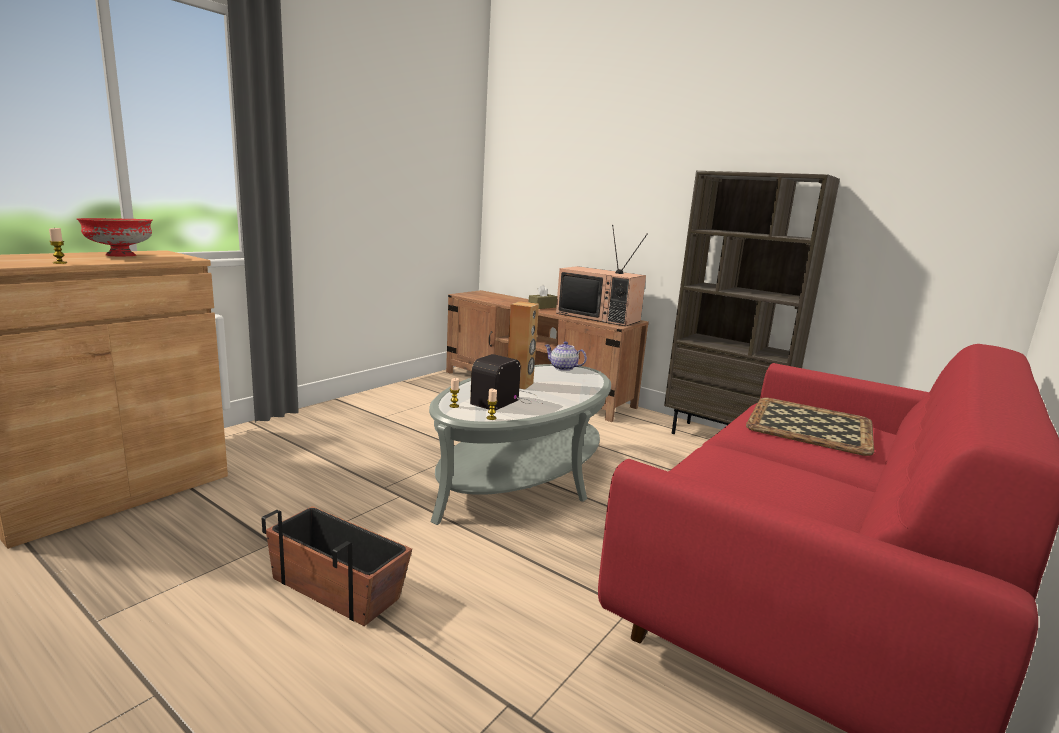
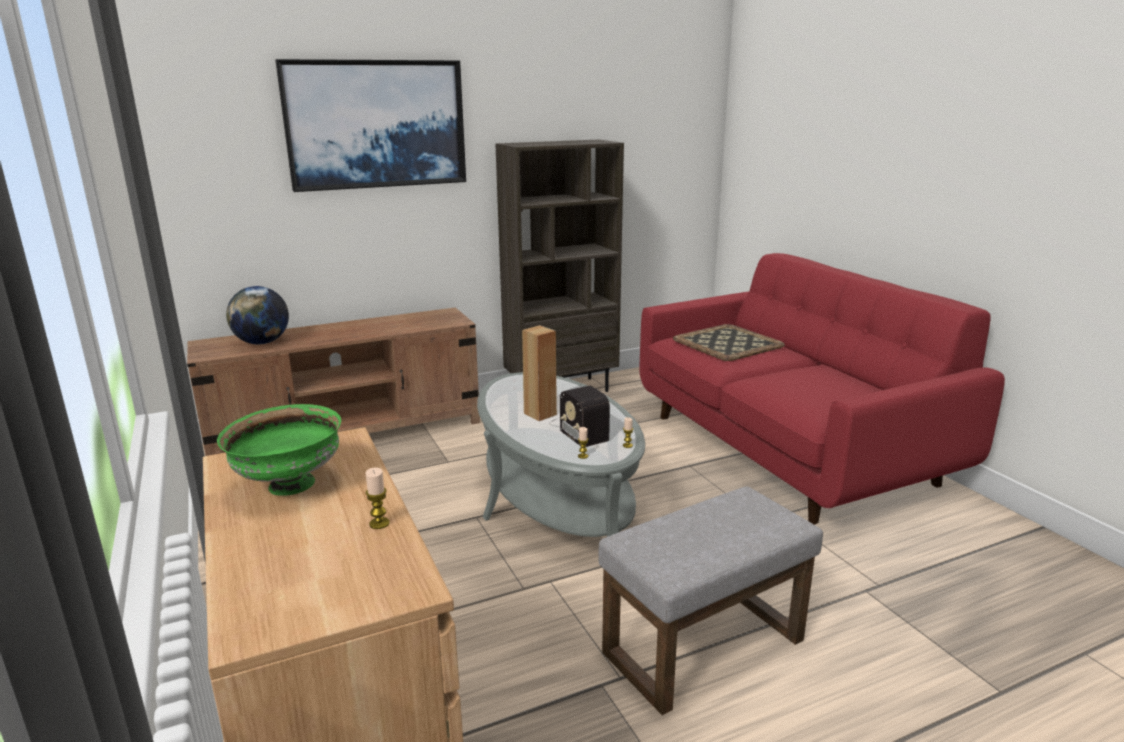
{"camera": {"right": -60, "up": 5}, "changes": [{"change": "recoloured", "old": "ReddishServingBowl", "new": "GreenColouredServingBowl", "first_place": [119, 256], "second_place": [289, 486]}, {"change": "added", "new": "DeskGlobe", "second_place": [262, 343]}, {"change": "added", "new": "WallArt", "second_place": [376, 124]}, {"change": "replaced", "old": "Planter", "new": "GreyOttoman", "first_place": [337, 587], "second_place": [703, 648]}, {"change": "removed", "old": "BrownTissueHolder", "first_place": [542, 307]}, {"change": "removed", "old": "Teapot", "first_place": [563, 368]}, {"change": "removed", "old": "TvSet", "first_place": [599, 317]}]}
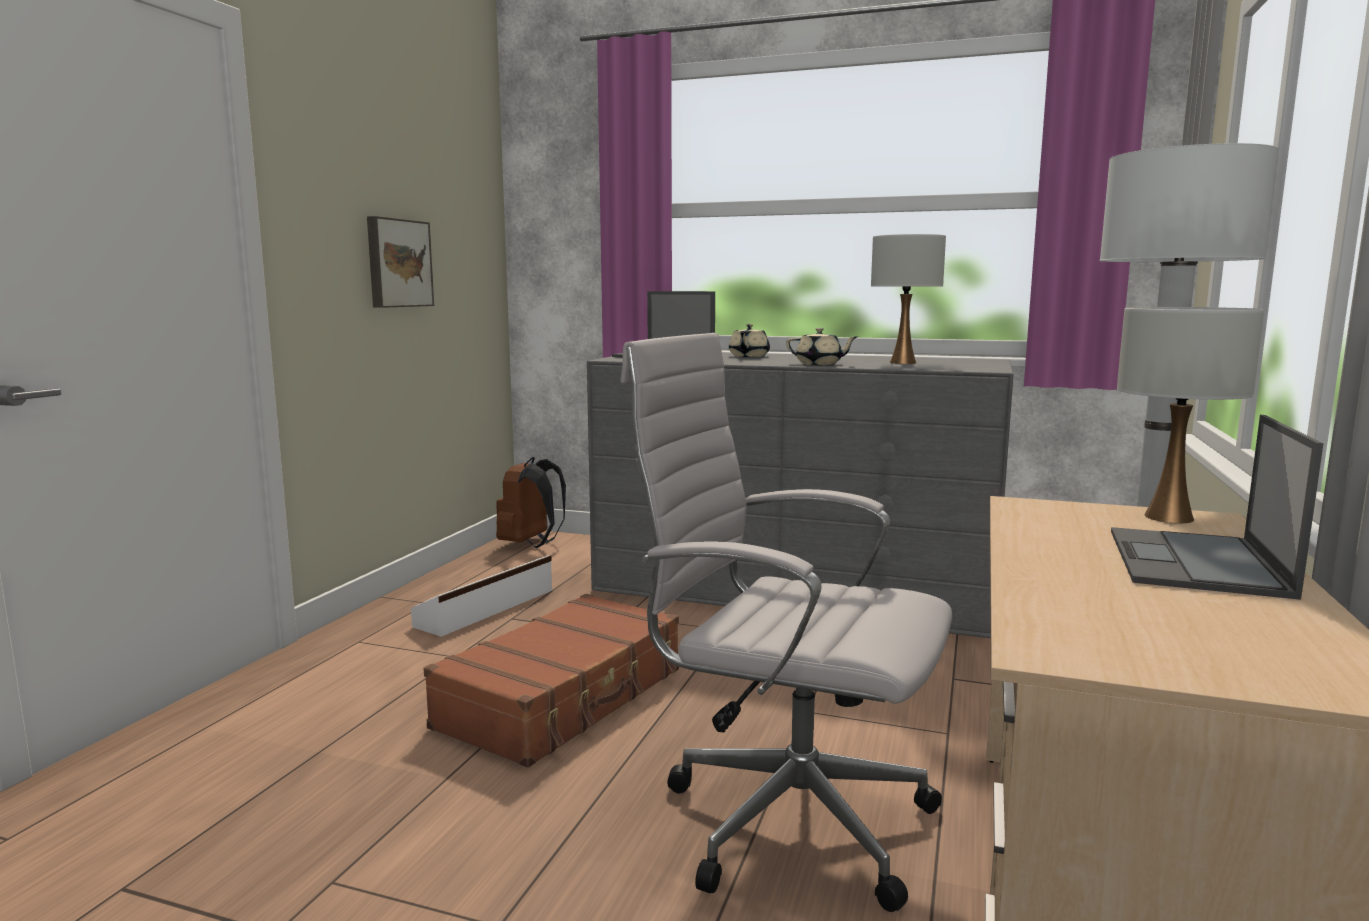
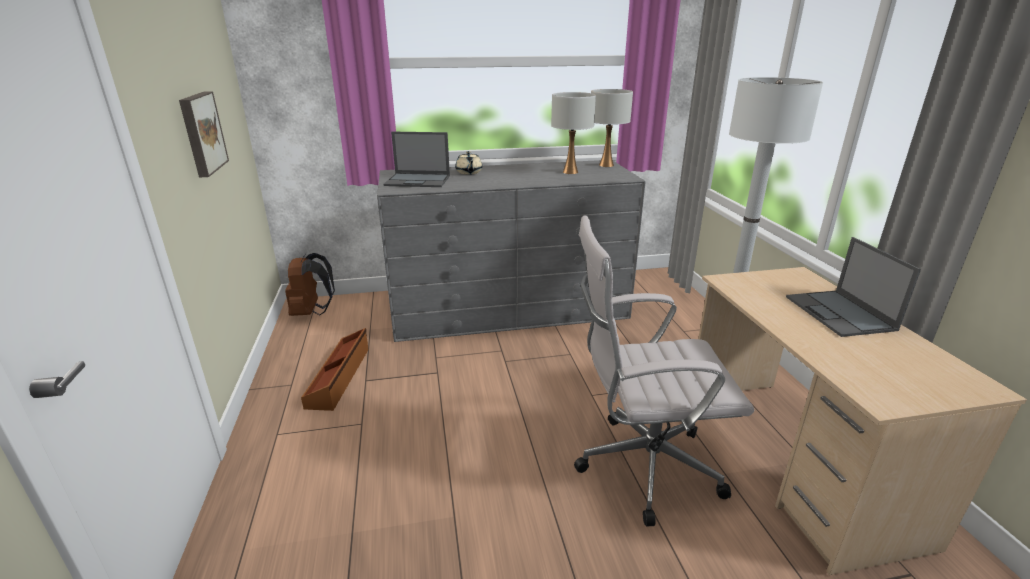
{"camera": {"right": -30, "up": 15}, "changes": [{"change": "recoloured", "old": "WhitishStorageBox", "new": "BrownStorageBox", "first_place": [487, 608], "second_place": [340, 377]}, {"change": "moved", "old": "WhitishTableLamp", "first_place": [1168, 517], "second_place": [606, 165]}, {"change": "removed", "old": "BrownSuitcase", "first_place": [564, 698]}, {"change": "removed", "old": "BeigeColouredTeapot", "first_place": [820, 364]}]}
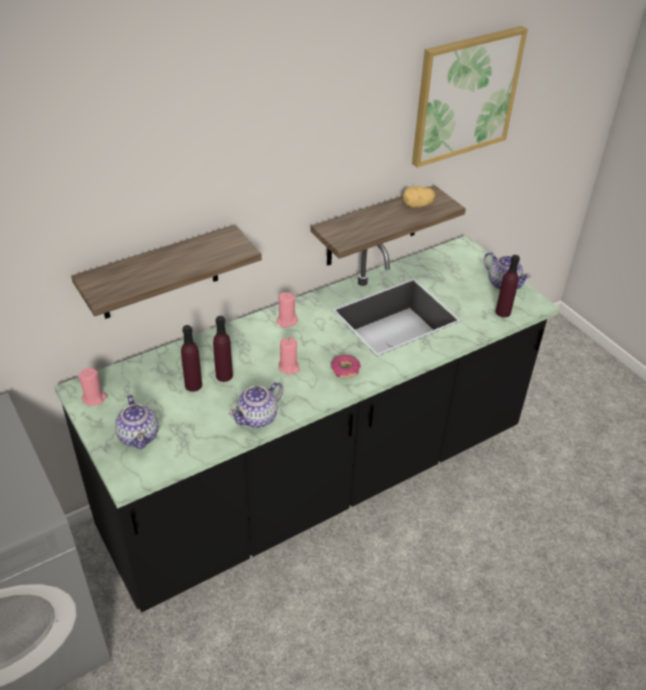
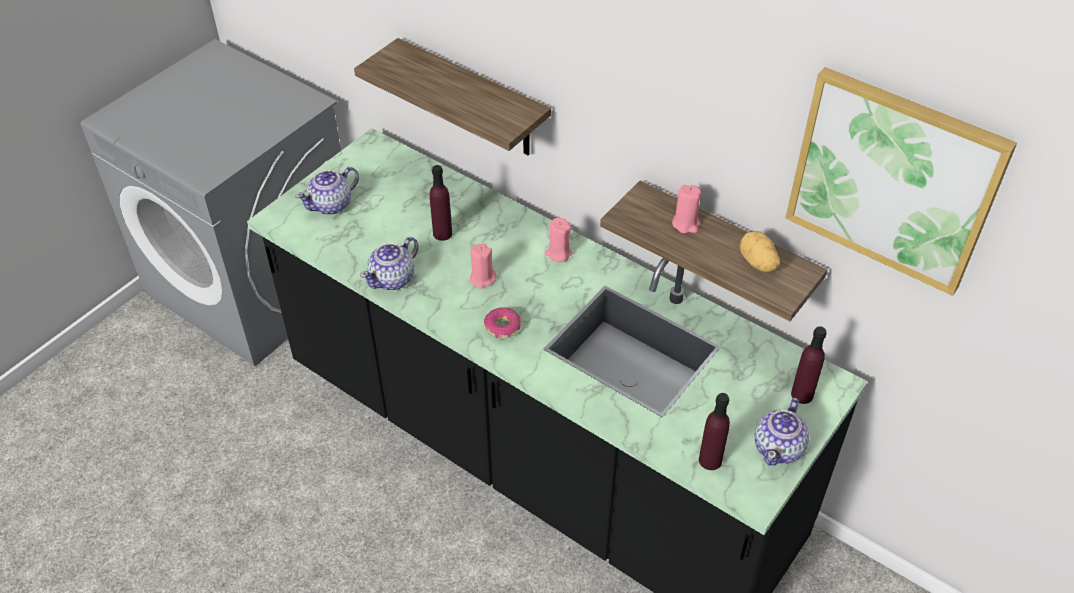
{"camera": {"right": 70, "up": 5}, "changes": [{"change": "turned", "old": "Teapot", "first_place": [258, 417], "second_place": [393, 279], "degrees": -75}, {"change": "moved", "old": "PinkWaxLight", "first_place": [94, 398], "second_place": [686, 224]}, {"change": "moved", "old": "PurpleColouredDrinkBottle", "first_place": [193, 385], "second_place": [802, 395]}]}
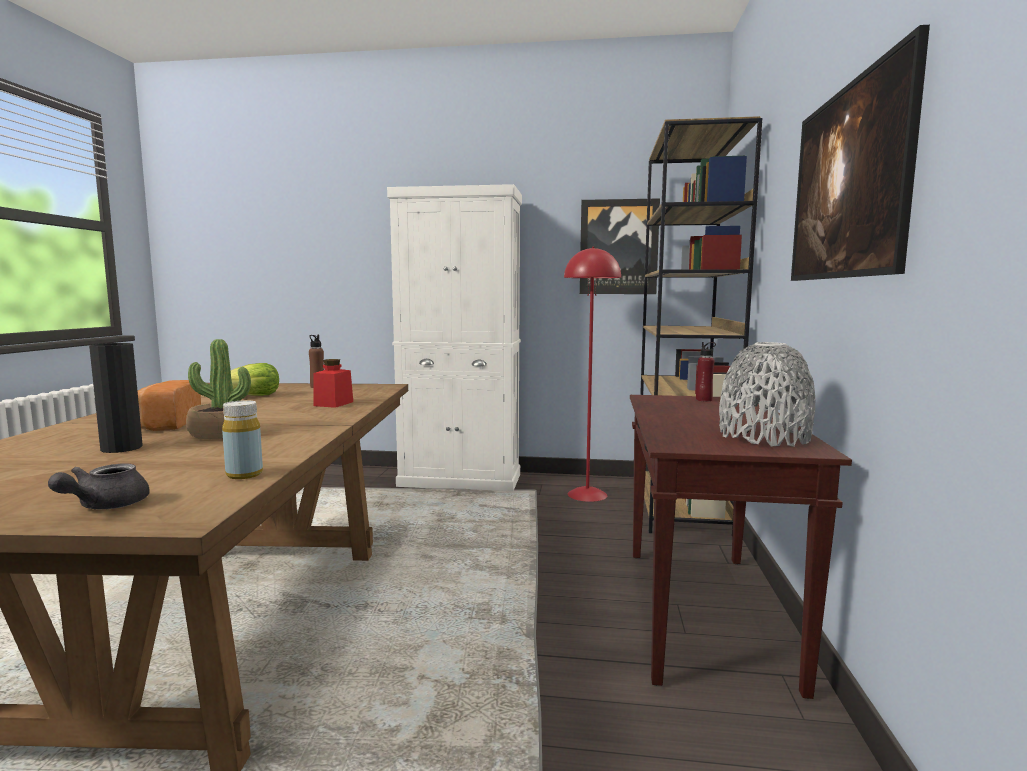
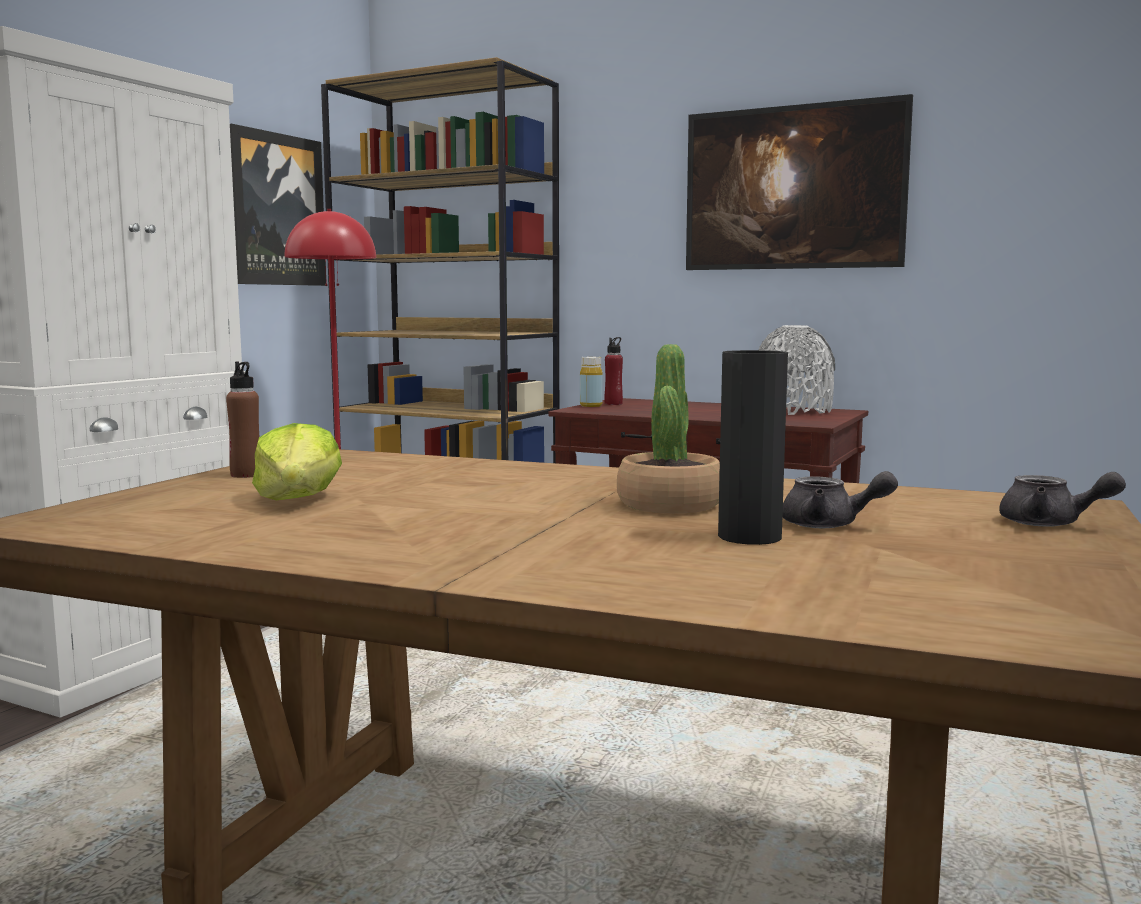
{"camera": {"right": -70, "up": 0}, "changes": [{"change": "moved", "old": "YellowColouredDrinkBottle", "first_place": [244, 474], "second_place": [591, 405]}, {"change": "added", "new": "GreyTeapot", "second_place": [830, 525]}, {"change": "removed", "old": "BakedBread", "first_place": [166, 424]}, {"change": "removed", "old": "ReddishJar", "first_place": [333, 404]}]}
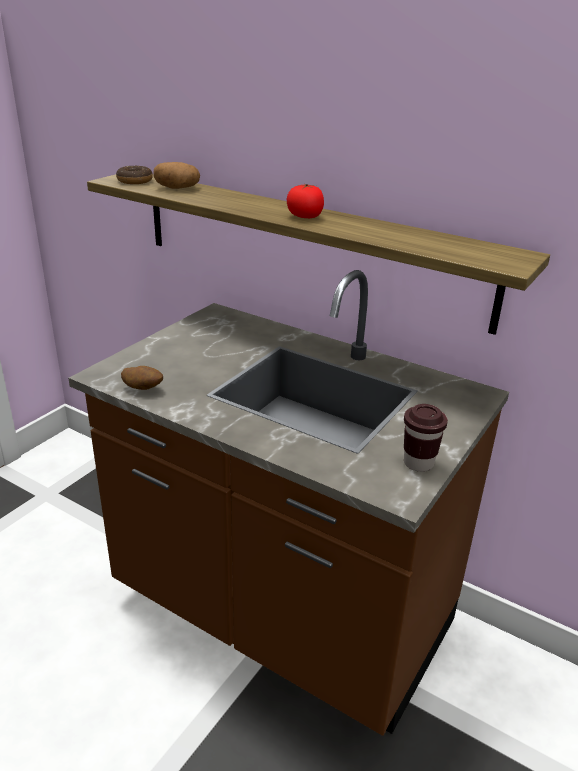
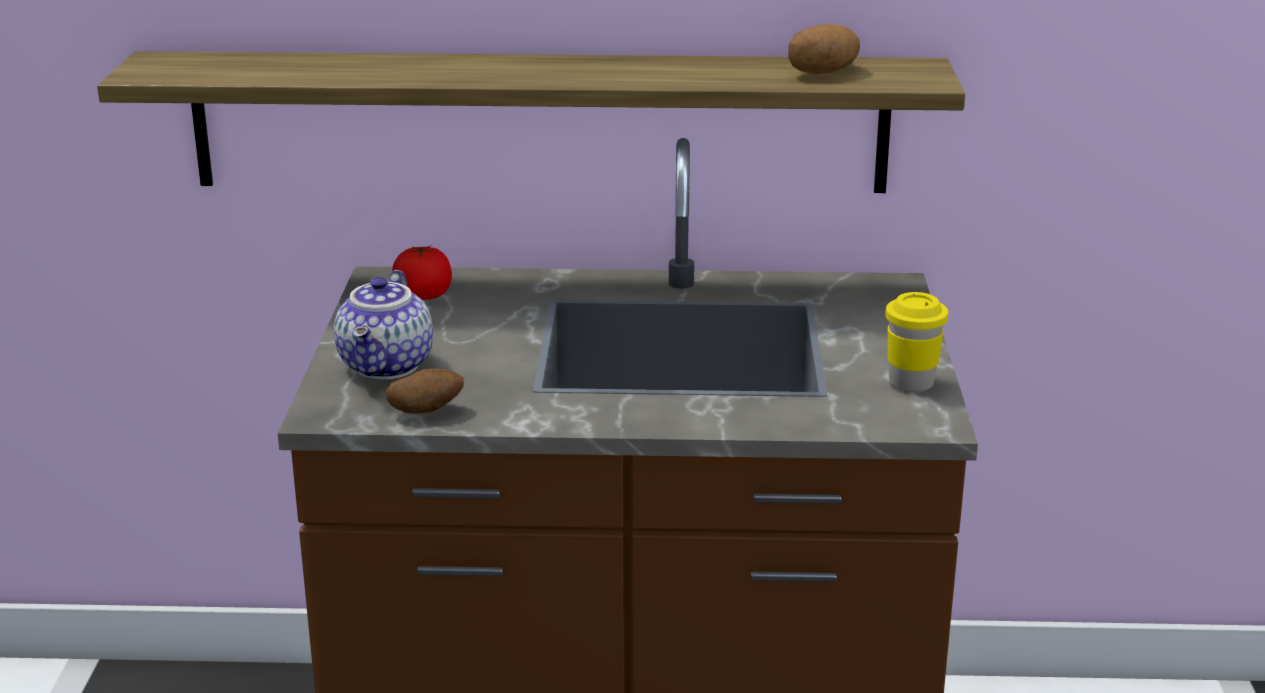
{"camera": {"right": -30, "up": -5}, "changes": [{"change": "added", "new": "Teapot", "second_place": [388, 366]}, {"change": "moved", "old": "FreshTomato", "first_place": [305, 217], "second_place": [423, 296]}, {"change": "moved", "old": "Spud", "first_place": [177, 188], "second_place": [822, 72]}, {"change": "recoloured", "old": "BrownDrinkingCup", "new": "YellowColouredDrinkingCup", "first_place": [418, 463], "second_place": [911, 383]}, {"change": "removed", "old": "Donut", "first_place": [135, 181]}]}
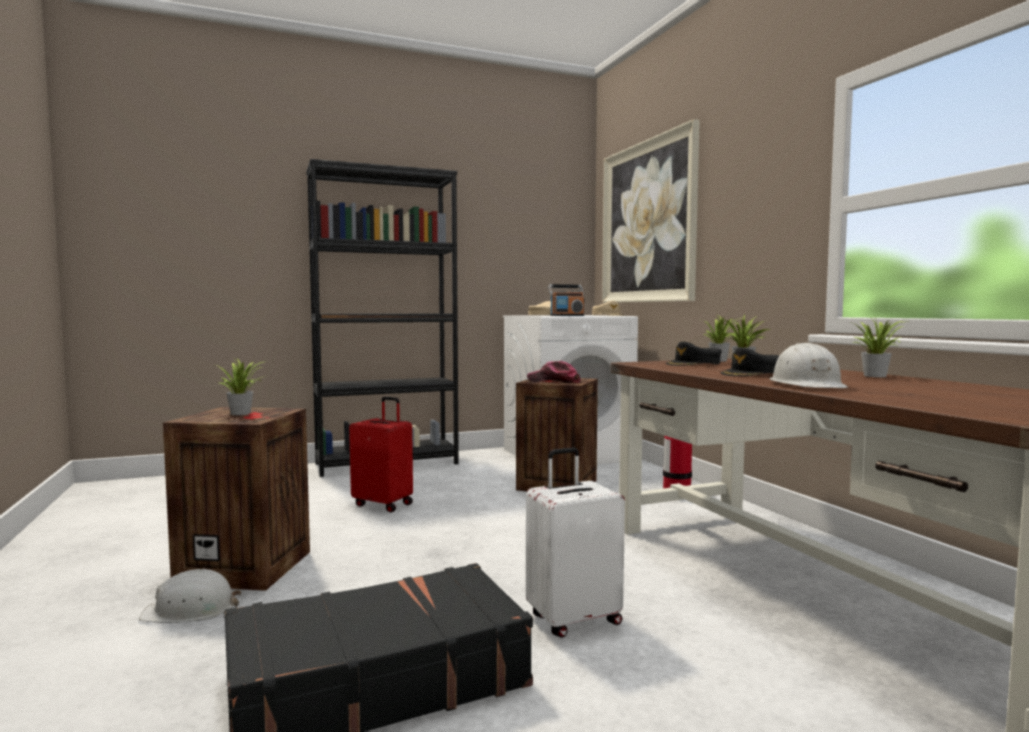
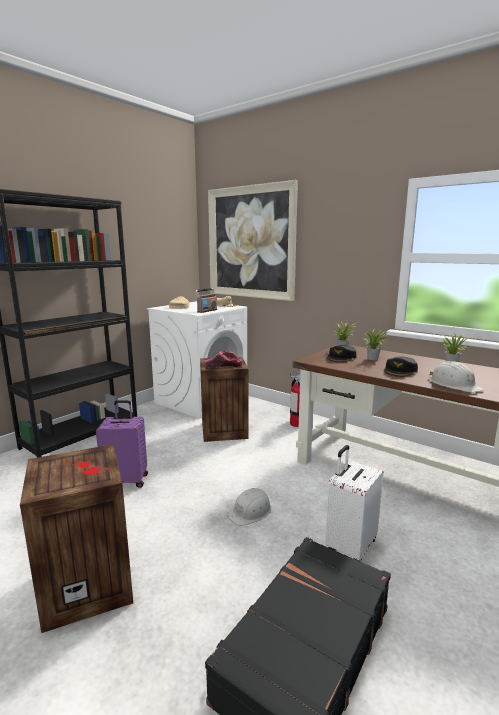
{"camera": {"right": -30, "up": 10}, "changes": [{"change": "recoloured", "old": "ReddishSuitcase", "new": "PurpleColouredSuitcase", "first_place": [384, 504], "second_place": [126, 480]}, {"change": "moved", "old": "WhitishWorkHelmet", "first_place": [190, 610], "second_place": [250, 512]}, {"change": "removed", "old": "PlantInAPot", "first_place": [242, 413]}]}
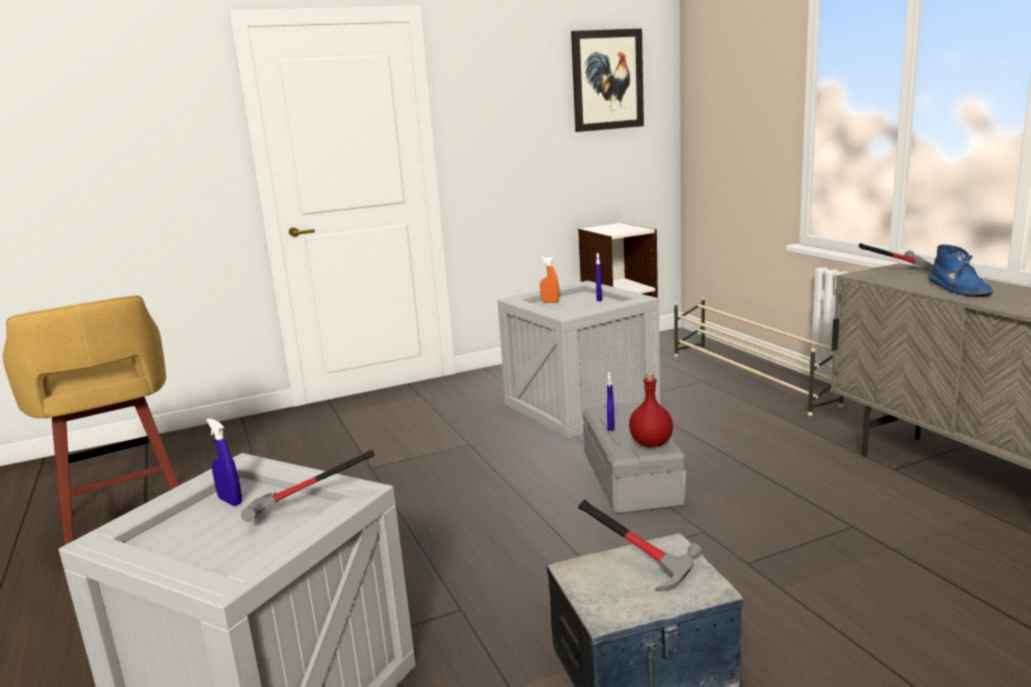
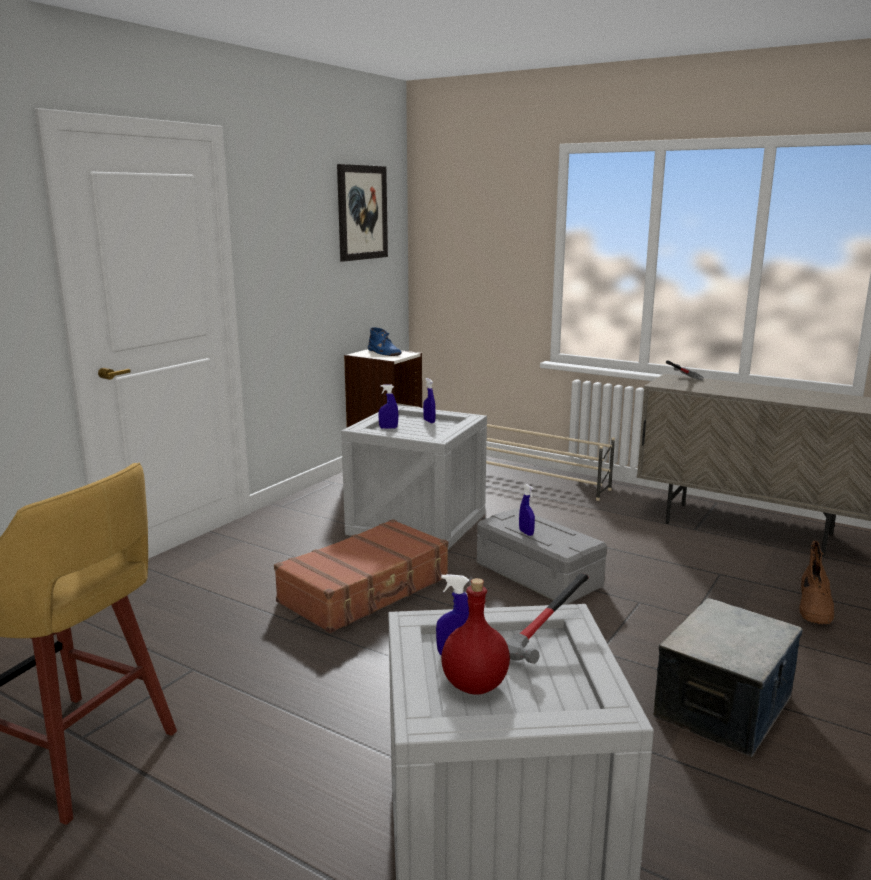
{"camera": {"right": -35, "up": 0}, "changes": [{"change": "added", "new": "BrownSuitcase", "second_place": [366, 590]}, {"change": "moved", "old": "BlueTallBoot", "first_place": [958, 288], "second_place": [384, 352]}, {"change": "recoloured", "old": "OrangeyHandSprayer", "new": "BlueHandSprayer", "first_place": [550, 302], "second_place": [388, 428]}, {"change": "moved", "old": "ReddishDrinkBottle", "first_place": [651, 444], "second_place": [475, 686]}, {"change": "added", "new": "BrownTallBoot", "second_place": [815, 607]}, {"change": "removed", "old": "Hammer", "first_place": [643, 563]}]}
